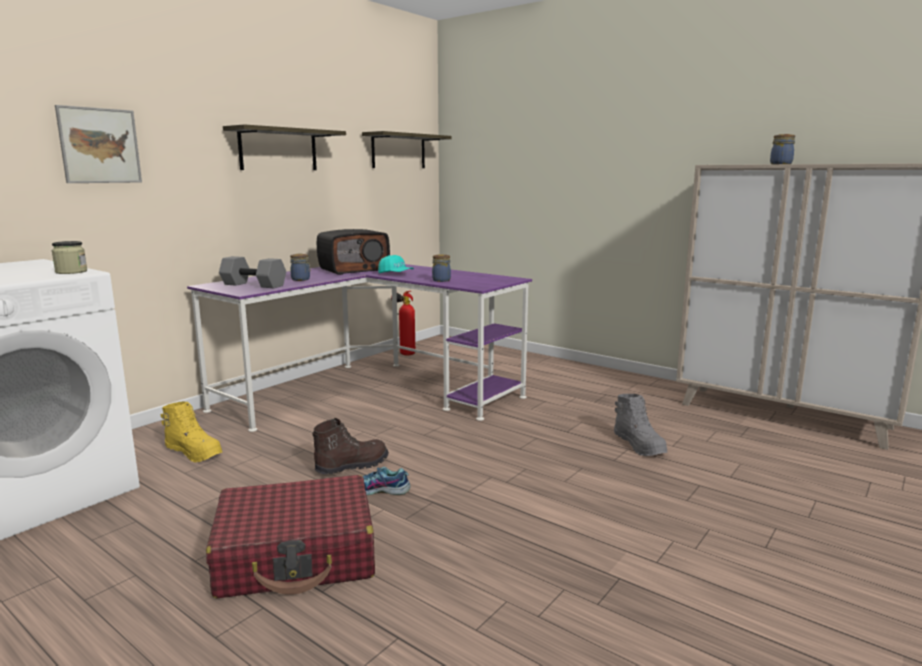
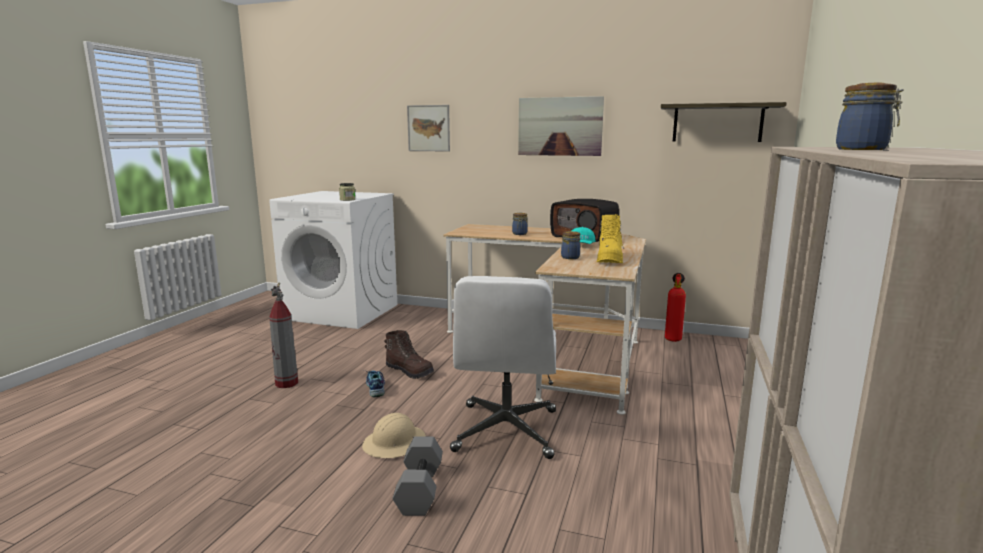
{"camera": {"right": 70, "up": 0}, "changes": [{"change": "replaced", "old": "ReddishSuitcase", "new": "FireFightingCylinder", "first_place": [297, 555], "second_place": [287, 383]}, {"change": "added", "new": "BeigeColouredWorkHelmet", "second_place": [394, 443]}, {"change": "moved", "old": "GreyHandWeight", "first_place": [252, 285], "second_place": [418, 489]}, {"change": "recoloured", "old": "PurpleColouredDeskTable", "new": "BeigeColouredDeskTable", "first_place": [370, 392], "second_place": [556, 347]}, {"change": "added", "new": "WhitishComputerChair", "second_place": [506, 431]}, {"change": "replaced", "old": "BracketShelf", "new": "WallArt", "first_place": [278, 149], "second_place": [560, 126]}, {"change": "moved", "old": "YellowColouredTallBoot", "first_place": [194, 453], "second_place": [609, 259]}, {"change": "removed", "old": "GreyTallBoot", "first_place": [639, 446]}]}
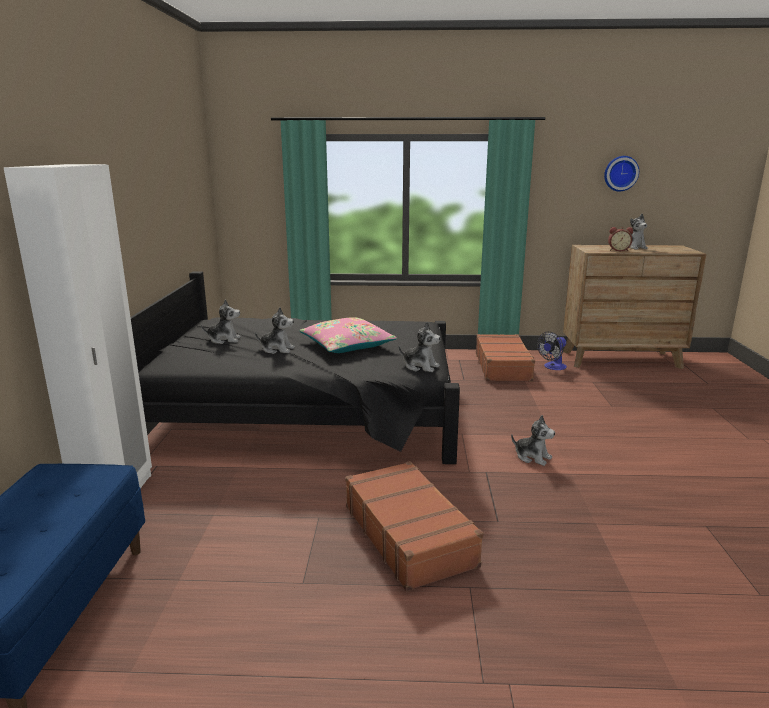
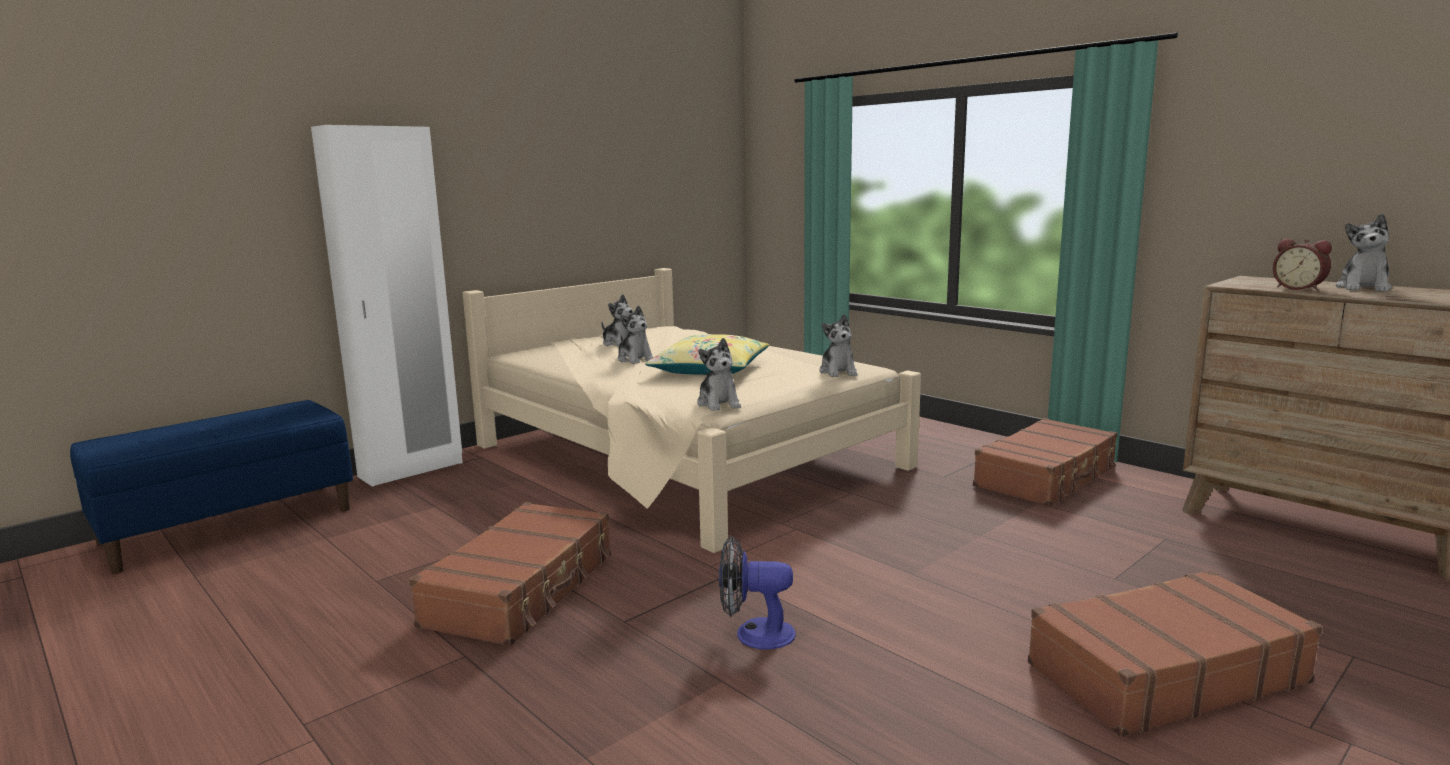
{"camera": {"right": 45, "up": -5}, "changes": [{"change": "recoloured", "old": "BlackishBedroomBed", "new": "BeigeColouredBedroomBed", "first_place": [311, 413], "second_place": [685, 457]}, {"change": "recoloured", "old": "PinkThrowPillow", "new": "YellowColouredThrowPillow", "first_place": [347, 345], "second_place": [709, 370]}, {"change": "moved", "old": "CoolingFan", "first_place": [552, 367], "second_place": [754, 634]}, {"change": "moved", "old": "PlushToy", "first_place": [532, 457], "second_place": [838, 372]}, {"change": "added", "new": "BrownSuitcase", "second_place": [1164, 672]}, {"change": "removed", "old": "WallClock", "first_place": [620, 173]}]}
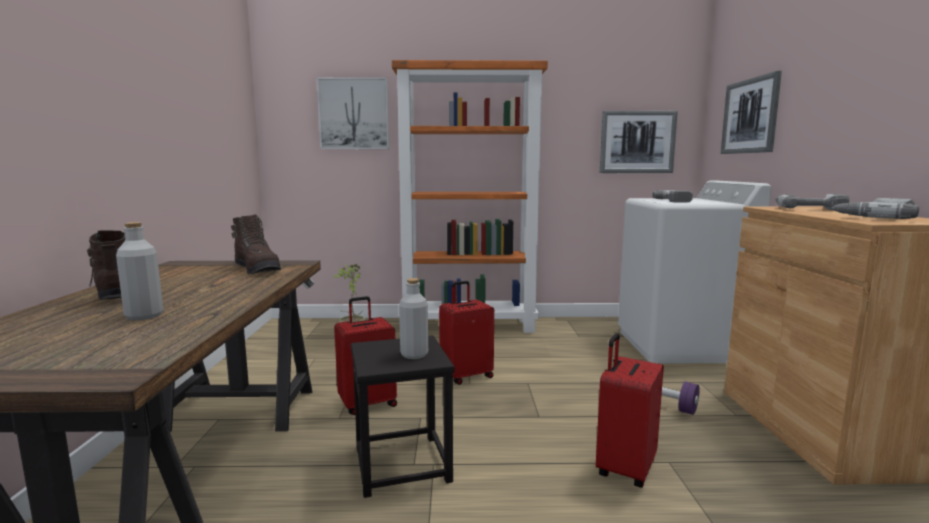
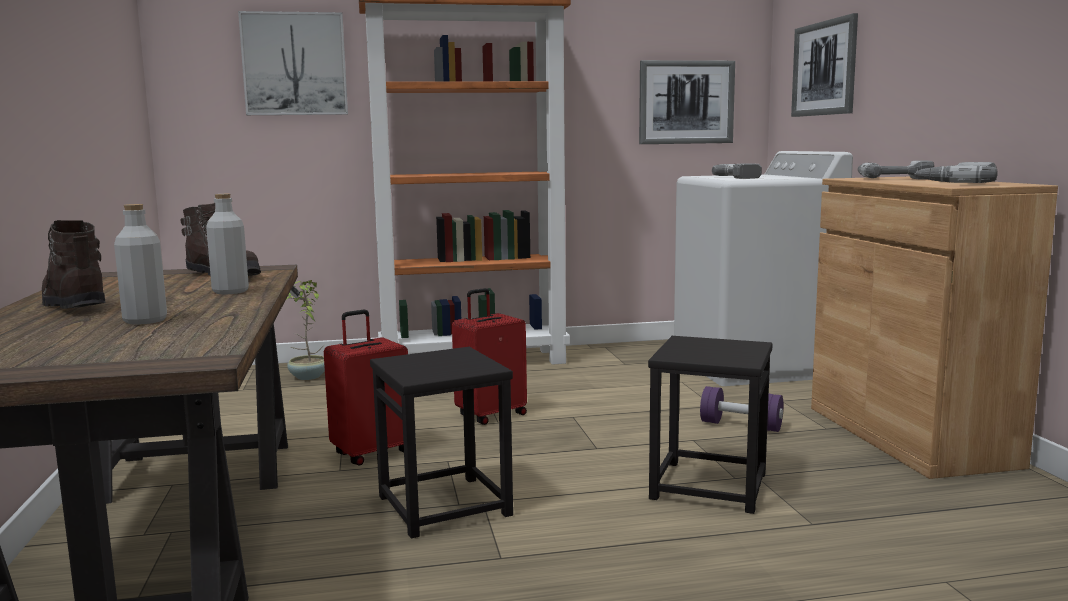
{"camera": {"right": -10, "up": 0}, "changes": [{"change": "moved", "old": "GreyDrinkBottle", "first_place": [414, 355], "second_place": [230, 291]}, {"change": "replaced", "old": "ReddishSuitcase", "new": "BlackishSittingStool", "first_place": [624, 468], "second_place": [708, 485]}]}
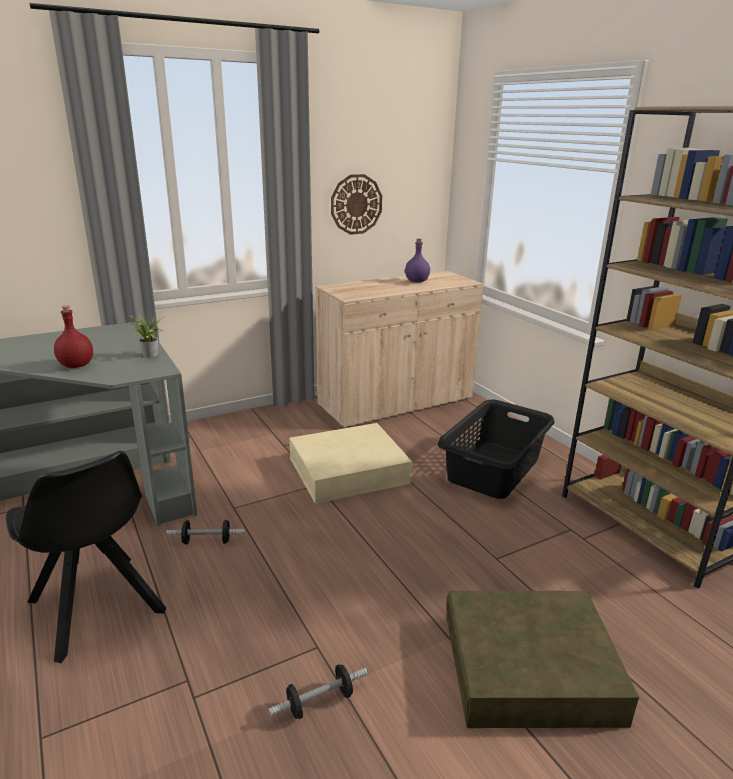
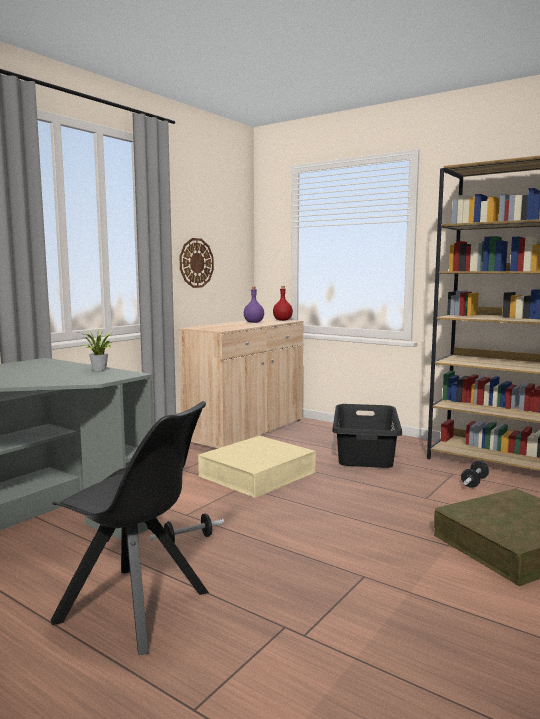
{"camera": {"right": -25, "up": -15}, "changes": [{"change": "moved", "old": "ReddishDrinkBottle", "first_place": [76, 366], "second_place": [283, 320]}, {"change": "moved", "old": "HandWeight", "first_place": [319, 702], "second_place": [474, 482]}]}
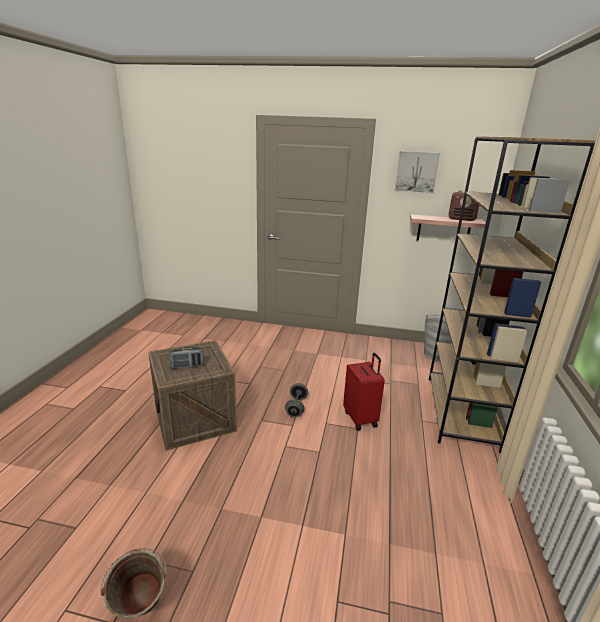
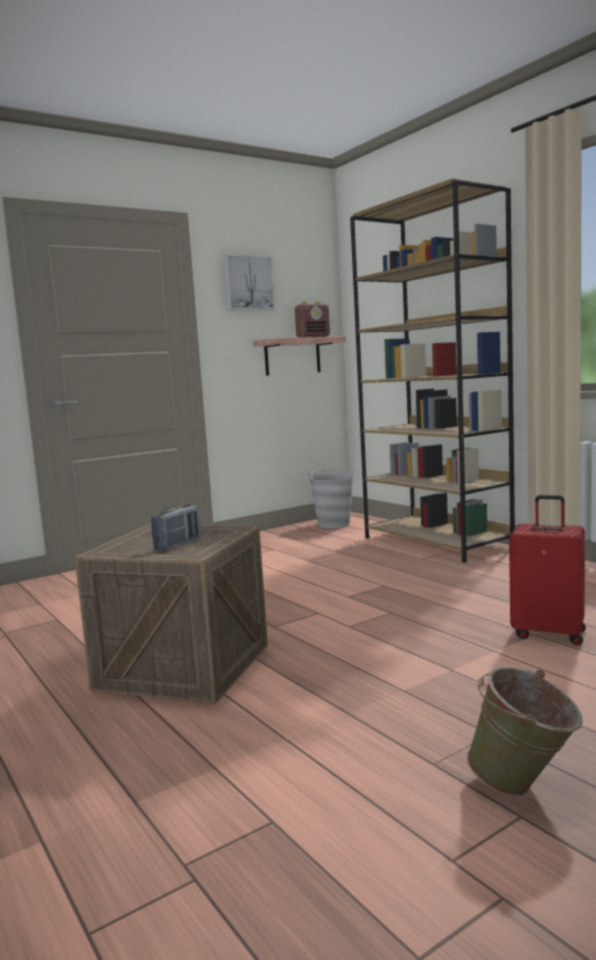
{"camera": {"right": -45, "up": -15}, "changes": [{"change": "moved", "old": "ReddishSuitcase", "first_place": [361, 418], "second_place": [549, 633]}, {"change": "removed", "old": "GreyHandWeight", "first_place": [296, 407]}]}
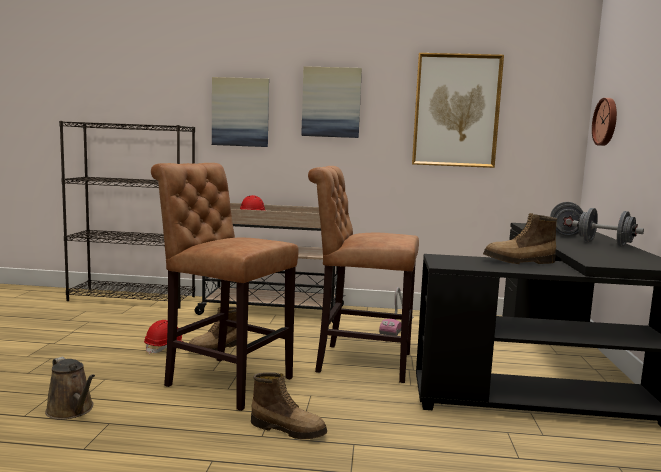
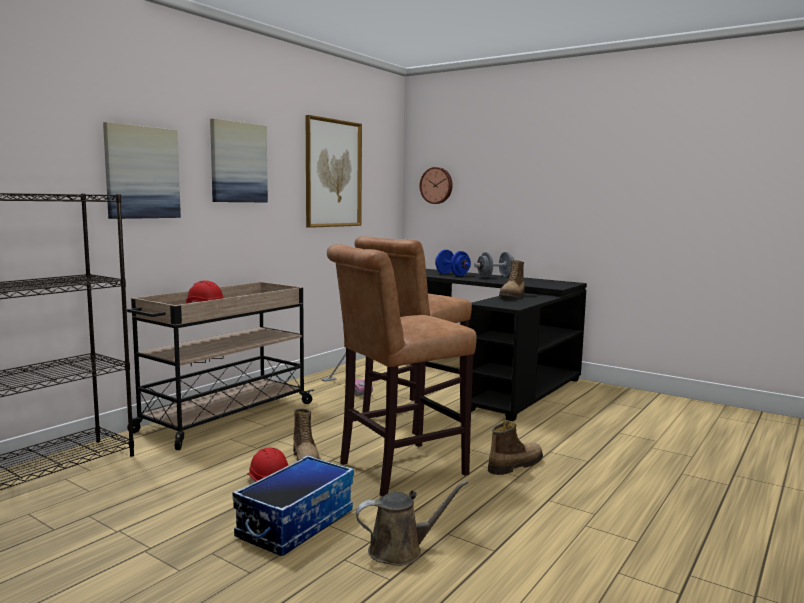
{"camera": {"right": -60, "up": 0}, "changes": [{"change": "added", "new": "StorageBox", "second_place": [295, 524]}, {"change": "recoloured", "old": "GreyHandWeight", "new": "BlueHandWeight", "first_place": [565, 234], "second_place": [452, 274]}]}
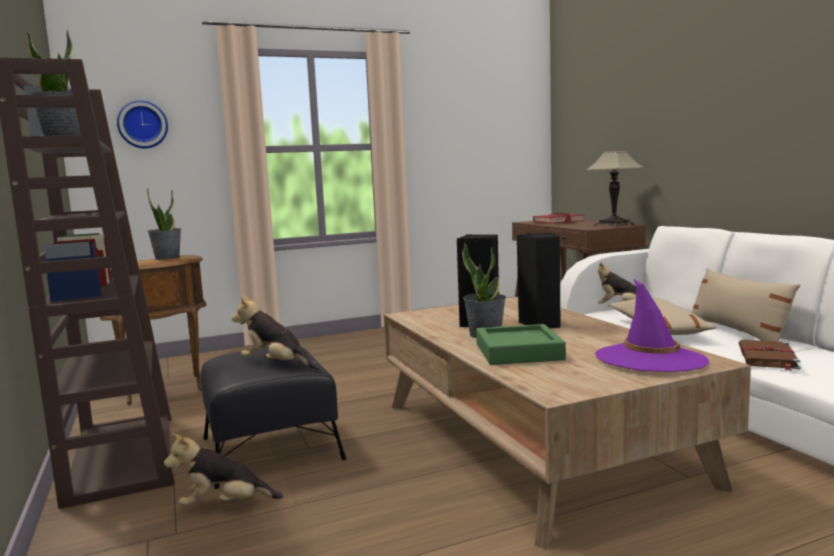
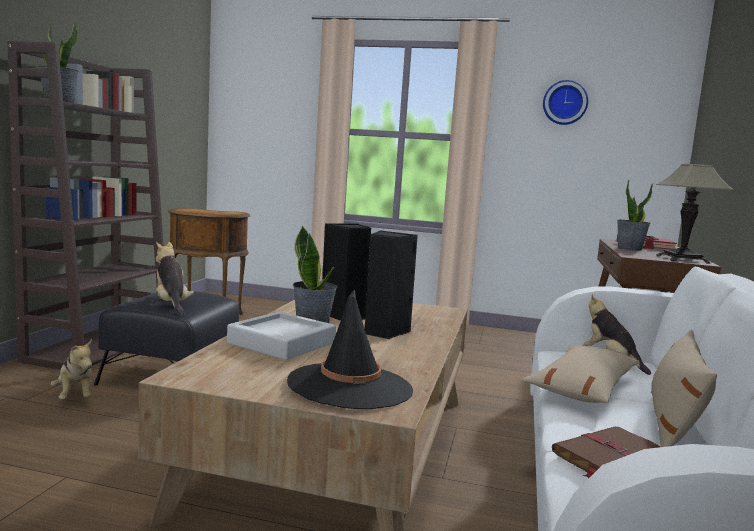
{"camera": {"right": 35, "up": 0}, "changes": [{"change": "turned", "old": "PlushToy", "first_place": [224, 505], "second_place": [75, 396], "degrees": -150}, {"change": "recoloured", "old": "GreenColouredServingTray", "new": "GreyServingTray", "first_place": [518, 352], "second_place": [282, 343]}, {"change": "recoloured", "old": "PurpleColouredWearableHat", "new": "BlackishWearableHat", "first_place": [650, 359], "second_place": [350, 386]}, {"change": "moved", "old": "WallClock", "first_place": [142, 125], "second_place": [565, 103]}, {"change": "moved", "old": "PlantInAPot", "first_place": [167, 258], "second_place": [629, 249]}]}
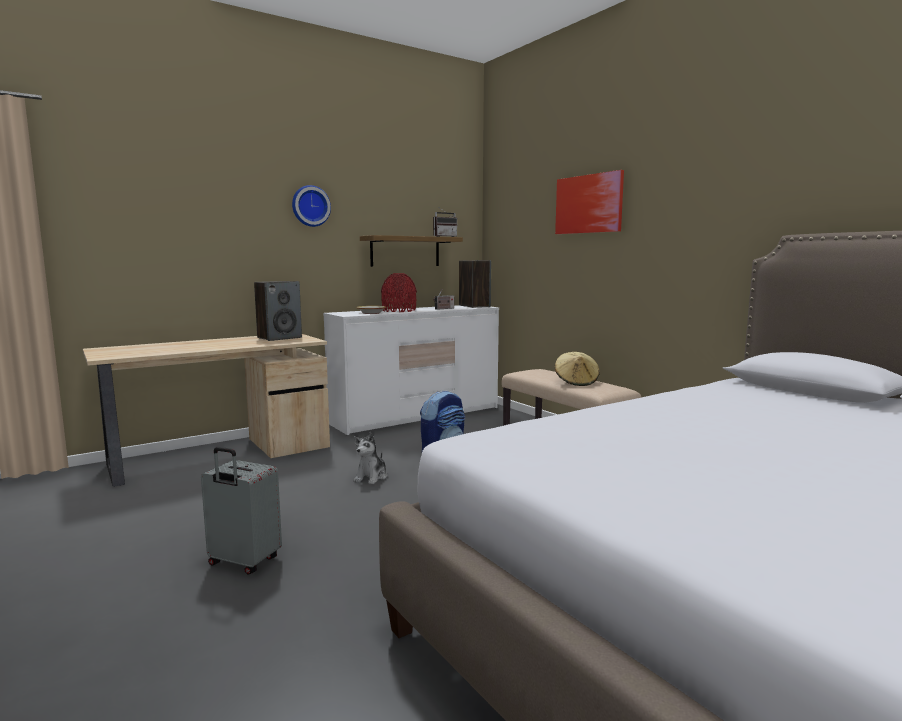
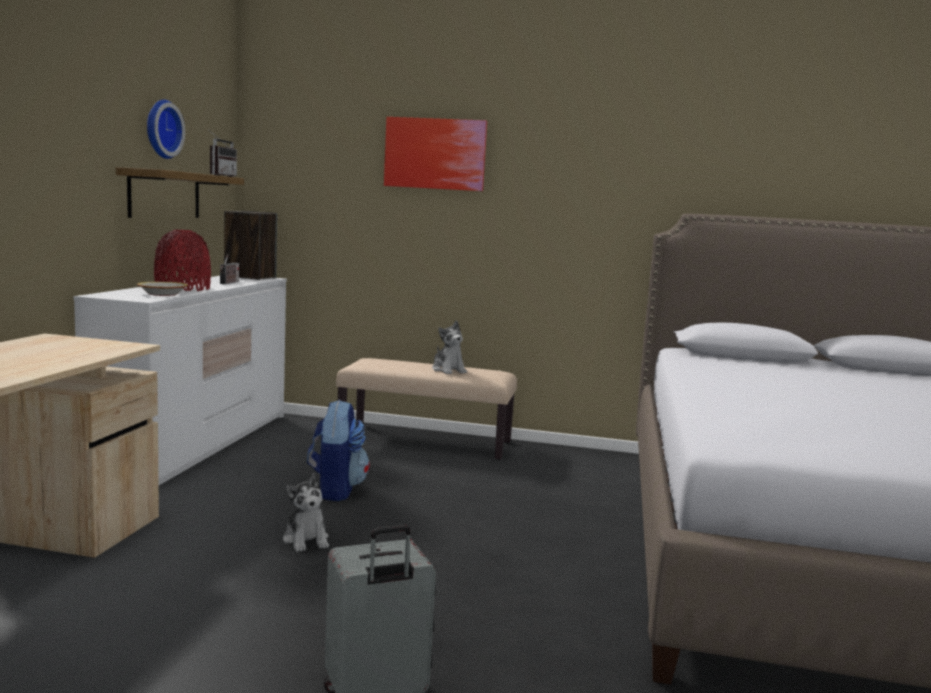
{"camera": {"right": -45, "up": 0}, "changes": [{"change": "moved", "old": "WallClock", "first_place": [310, 206], "second_place": [161, 129]}, {"change": "replaced", "old": "BeigeColouredWearableHat", "new": "PlushToy", "first_place": [576, 382], "second_place": [448, 370]}, {"change": "removed", "old": "Loudspeaker", "first_place": [279, 338]}]}
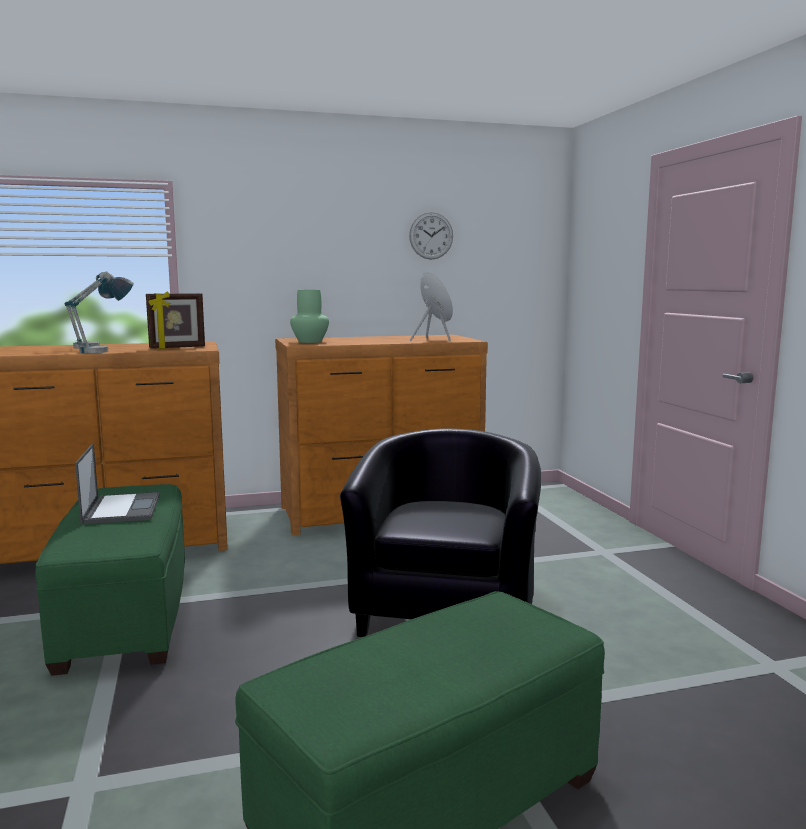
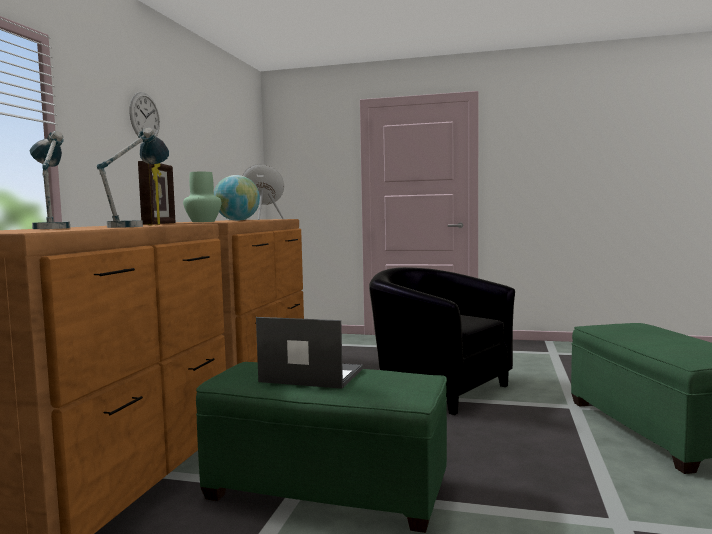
{"camera": {"right": -60, "up": -5}, "changes": [{"change": "moved", "old": "WallClock", "first_place": [431, 236], "second_place": [144, 117]}, {"change": "added", "new": "DeskGlobe", "second_place": [237, 220]}]}
